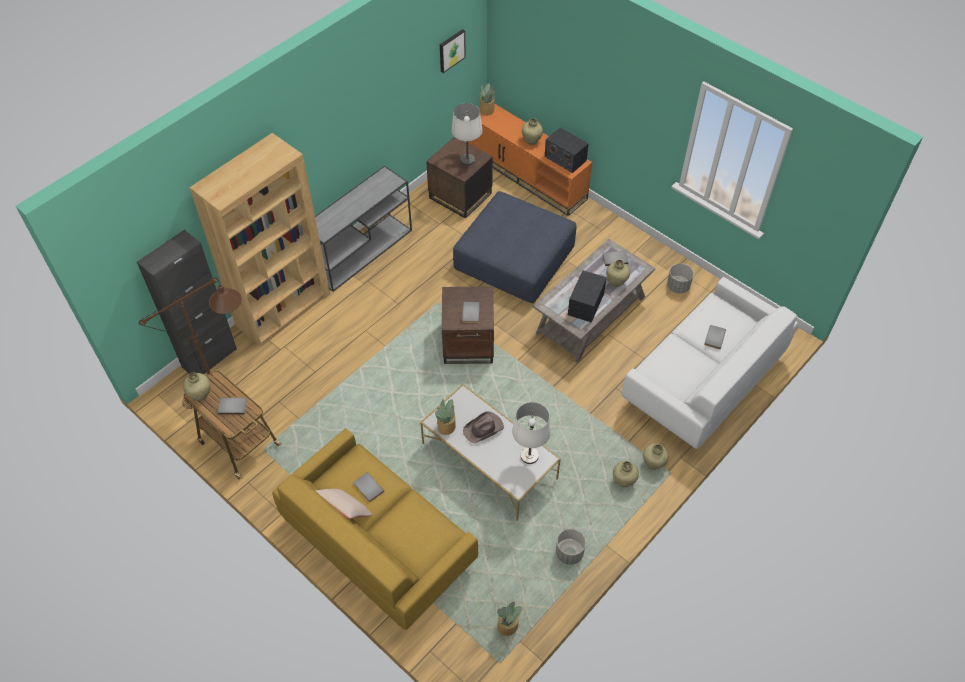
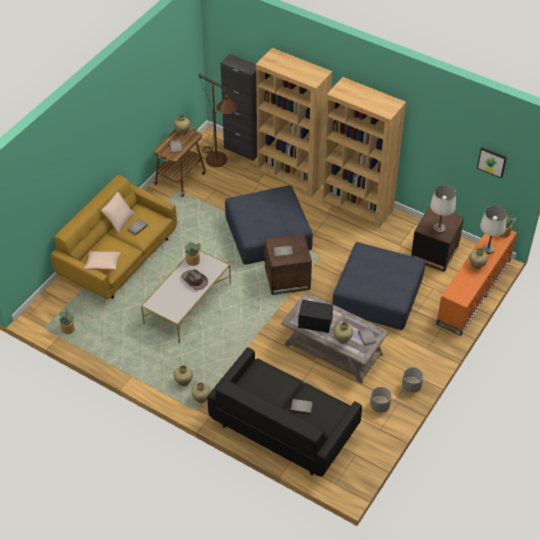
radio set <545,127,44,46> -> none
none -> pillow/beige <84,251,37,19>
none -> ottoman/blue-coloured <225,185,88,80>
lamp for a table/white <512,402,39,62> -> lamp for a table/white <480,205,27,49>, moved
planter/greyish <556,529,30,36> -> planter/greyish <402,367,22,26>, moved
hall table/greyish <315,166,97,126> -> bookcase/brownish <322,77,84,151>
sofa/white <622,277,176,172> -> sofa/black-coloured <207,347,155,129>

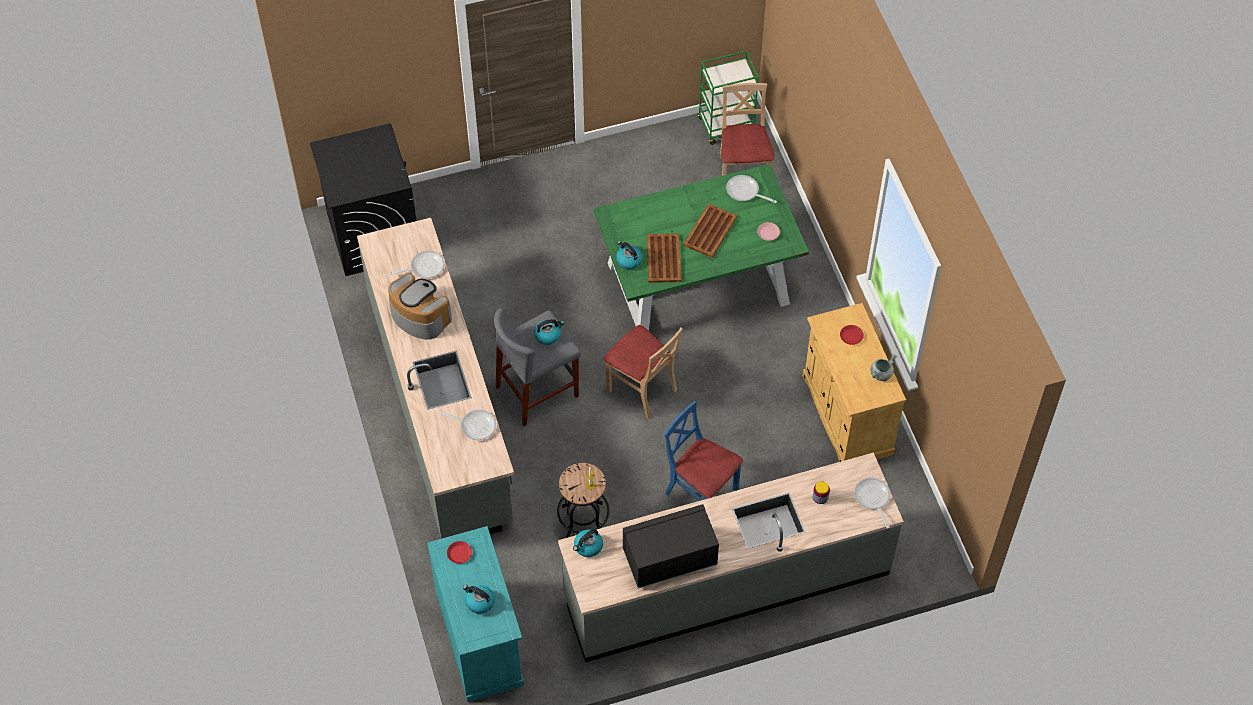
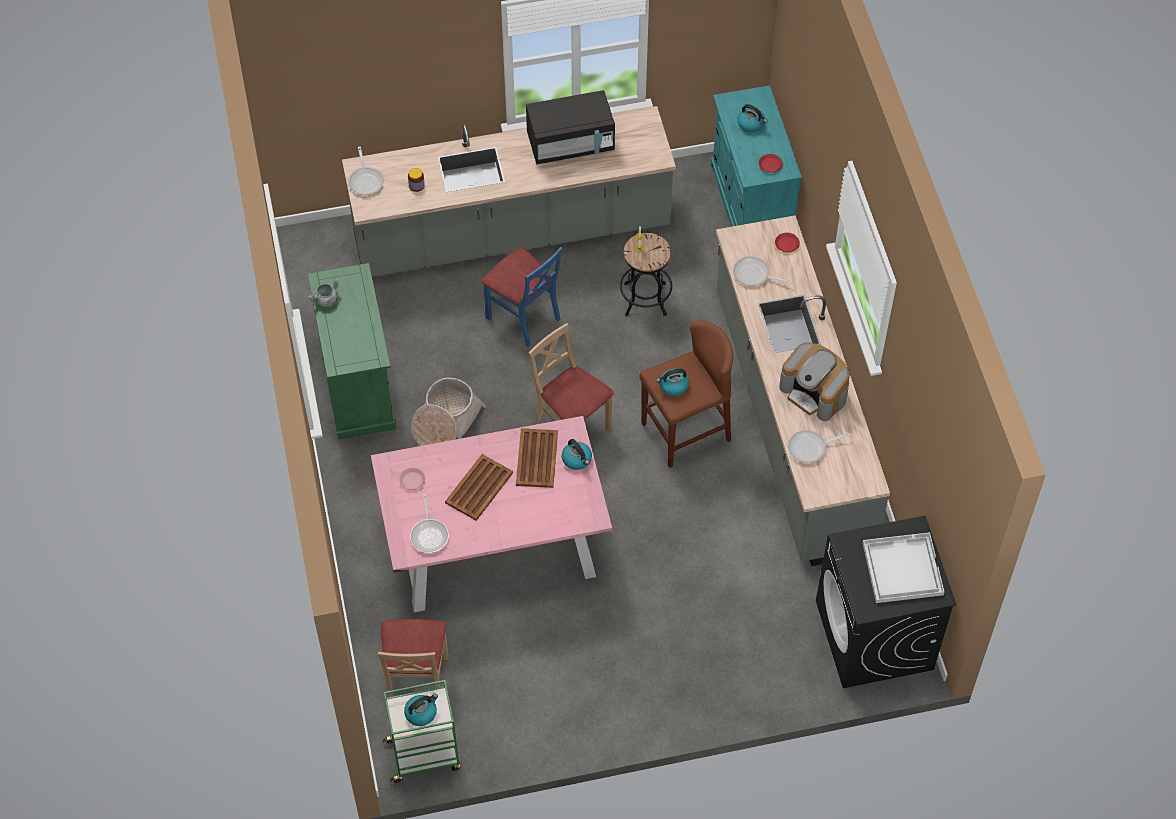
none -> storage basket <411,377,75,69>
none -> carrying tray/white <863,532,81,71>
tea kettle <573,529,30,28> -> tea kettle <404,693,34,33>, moved
flat dish/red <840,325,24,20> -> flat dish/red <775,233,25,20>, moved
stool/greyish <494,308,87,118> -> stool/brownish <639,320,94,148>
dinner table/green <593,164,216,167> -> dinner table/pink-coloured <371,416,241,196>
cupboard/beige <802,303,104,159> -> cupboard/green <308,263,88,177>
pan <726,175,51,28> -> pan <410,494,39,59>, 45 degrees clockwise

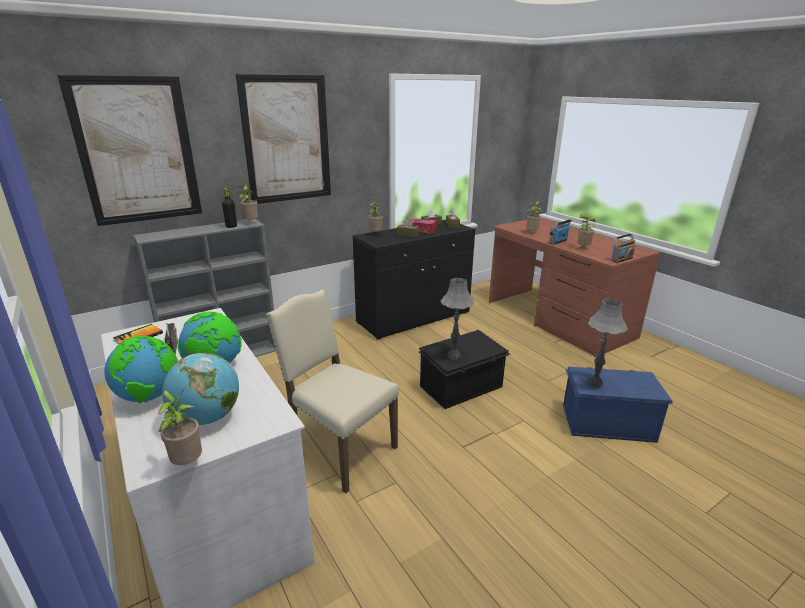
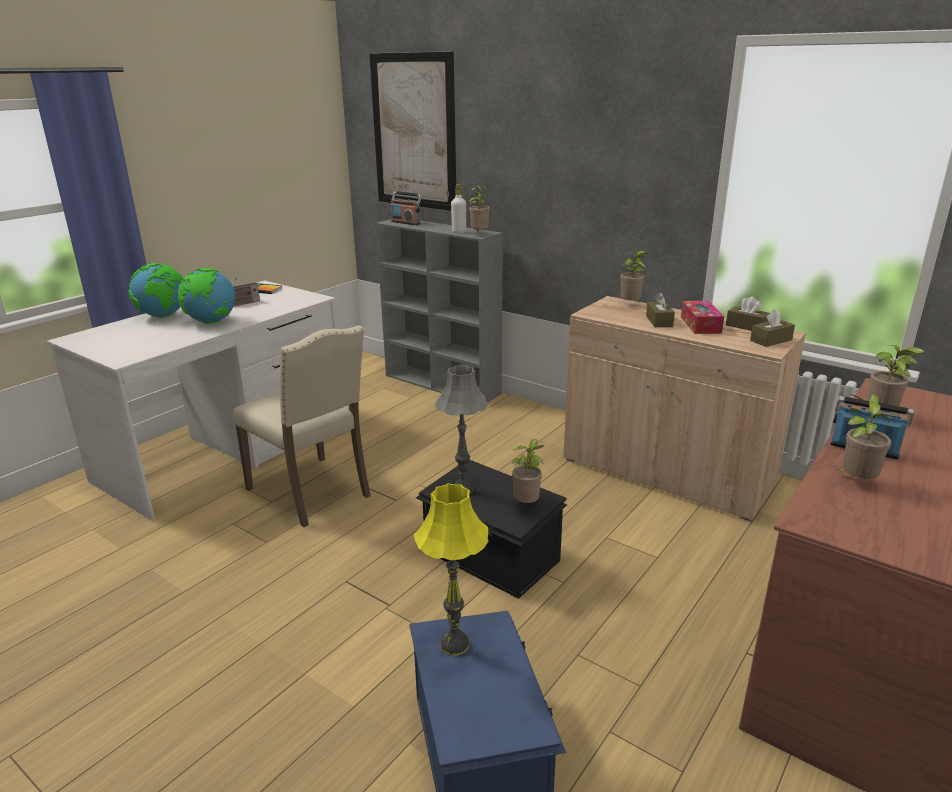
globe <162,353,77,72> -> none
wall picture <235,74,96,130> -> none
plant in a pot <158,389,44,76> -> plant in a pot <512,439,32,64>, moved
radio set <611,233,24,30> -> radio set <391,191,31,34>, moved
drink bottle/black-coloured <222,188,15,40> -> drink bottle/white <451,184,15,49>
cupboard/black-coloured <353,220,122,120> -> cupboard/beige <563,296,243,225>
lamp for a table/greyish <587,298,41,90> -> lamp for a table/yellow <414,483,74,172>
chair/beige <266,290,133,203> -> chair/beige <233,325,138,202>, 120 degrees clockwise

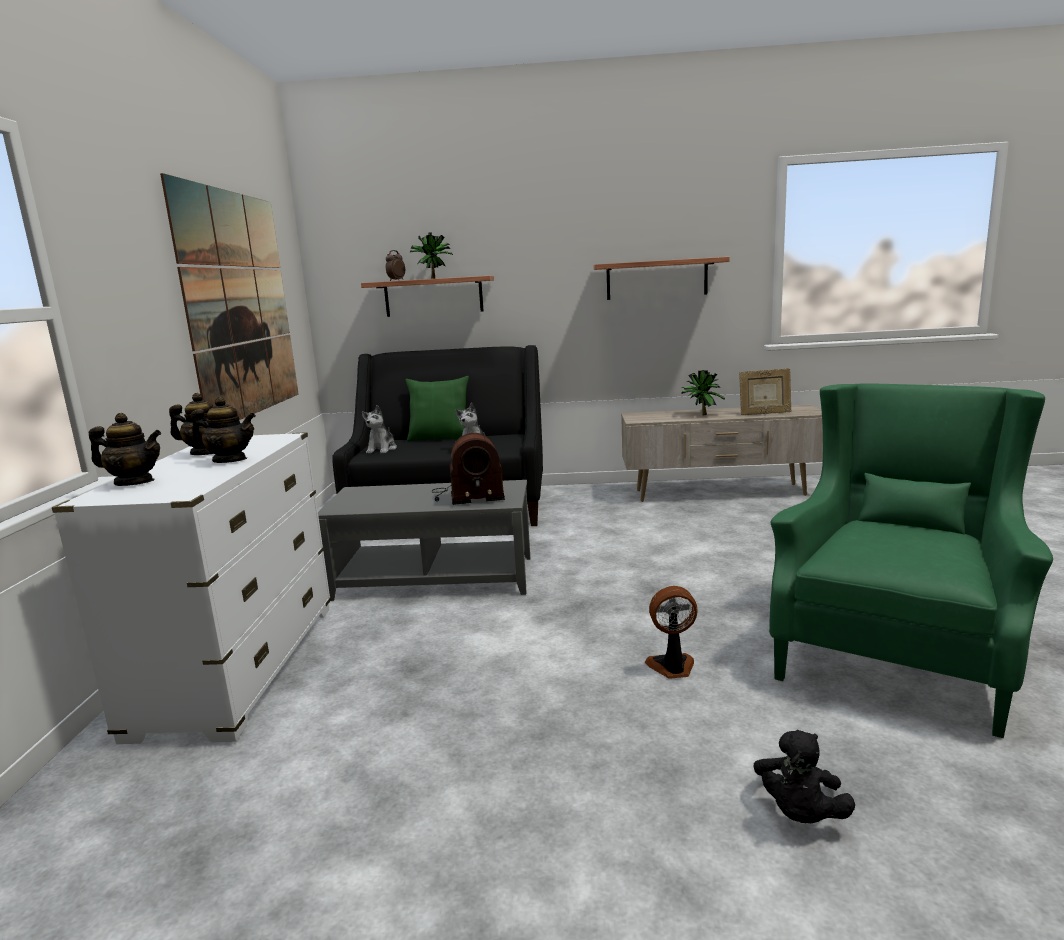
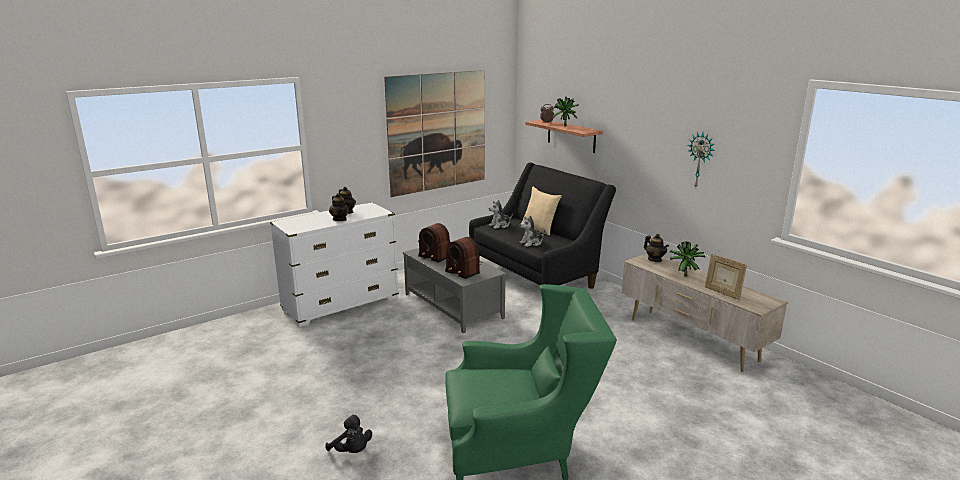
cooling fan <645,586,52,93> -> none
none -> radio set <418,223,32,40>
tea pot <89,413,72,73> -> tea pot <644,234,25,28>, moved
wall shelf <593,257,137,43> -> hanging clock <688,132,27,55>
pillow/green <406,376,63,66> -> pillow/beige <522,187,40,48>
plush toy/black-coloured <754,730,101,93> -> plush toy/black-coloured <325,415,47,38>, 120 degrees counterclockwise

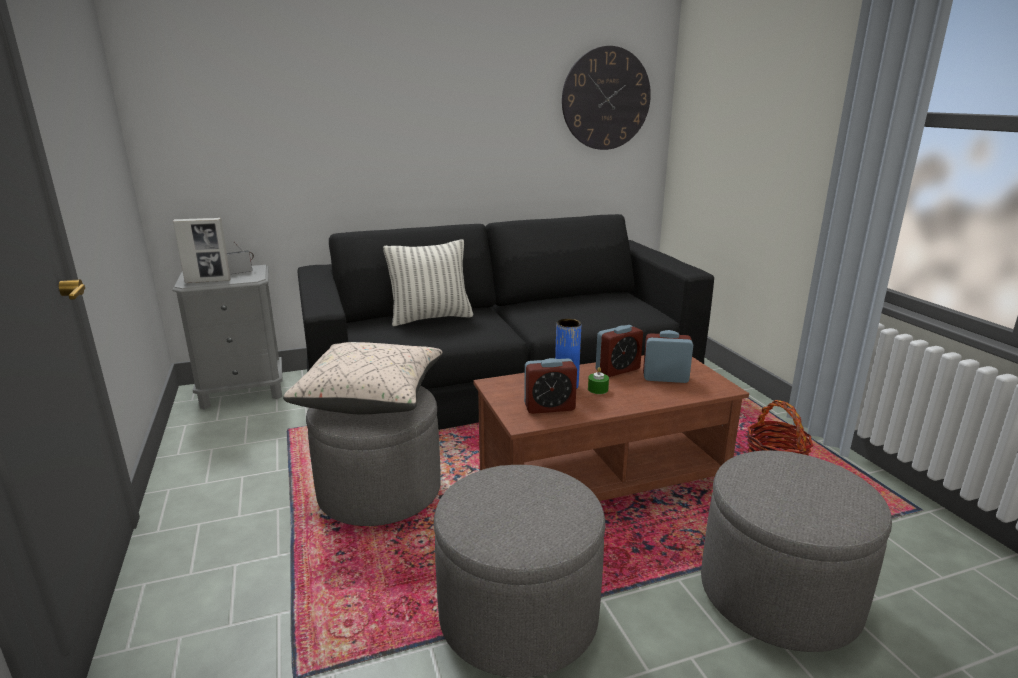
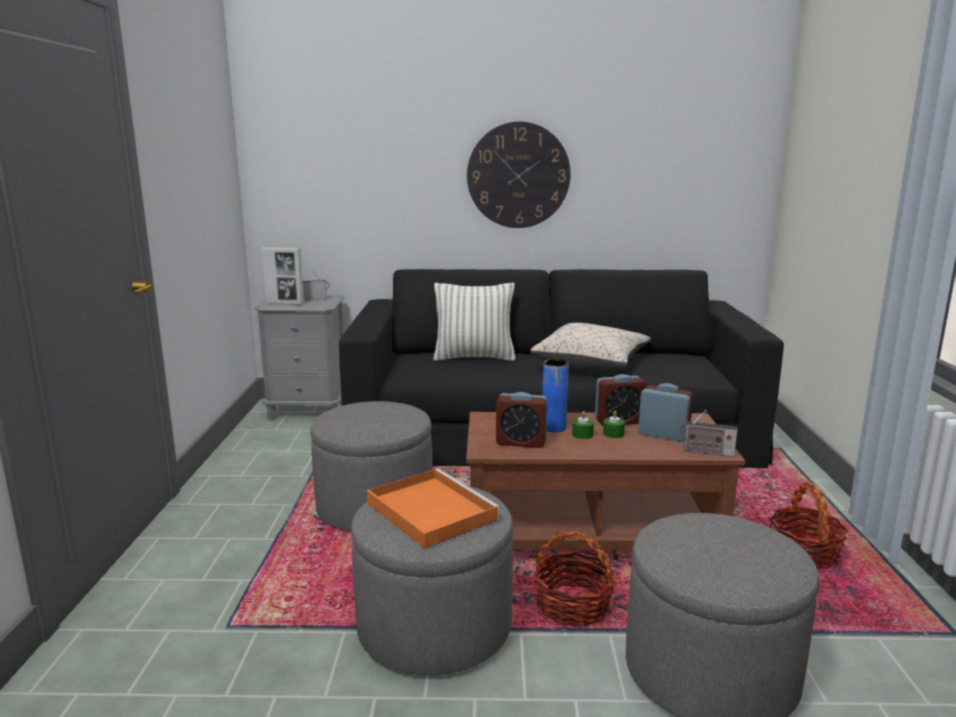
none -> carrying tray/orange <367,468,134,80>
none -> storage basket <534,530,82,97>
none -> candle/green <603,411,22,27>
none -> radio set <680,410,58,47>
pillow/beige <283,342,160,72> -> pillow/beige <530,323,121,48>, moved
hanging clock <562,46,89,104> -> hanging clock <467,122,104,106>, moved

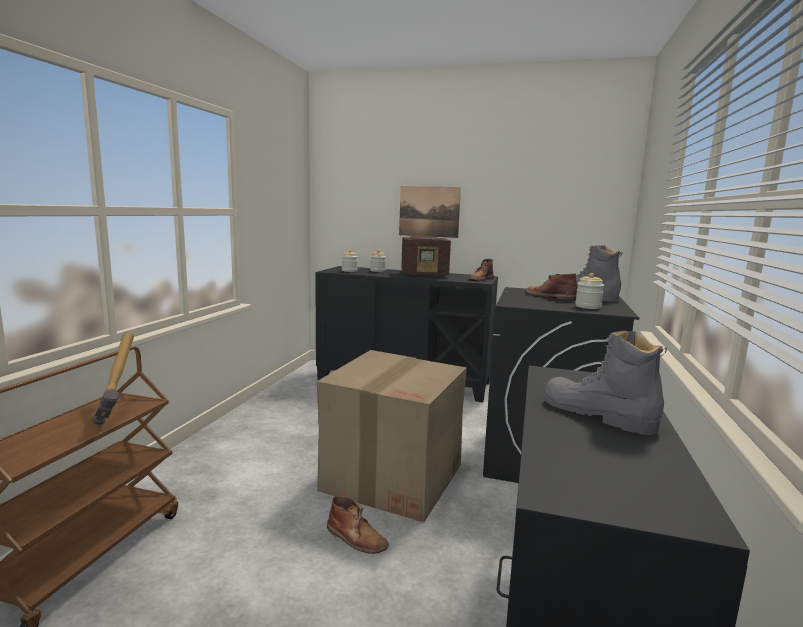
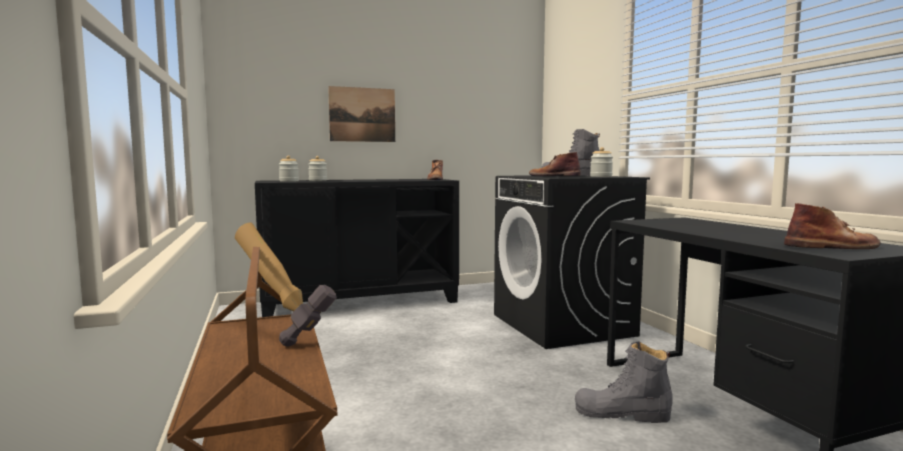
packing box <317,350,150,172> -> none
radio set <401,236,50,42> -> none
tall boot/brownish <327,496,62,58> -> tall boot/brownish <784,203,97,46>, moved
tall boot/greyish <545,331,122,104> -> tall boot/greyish <575,341,98,82>, moved

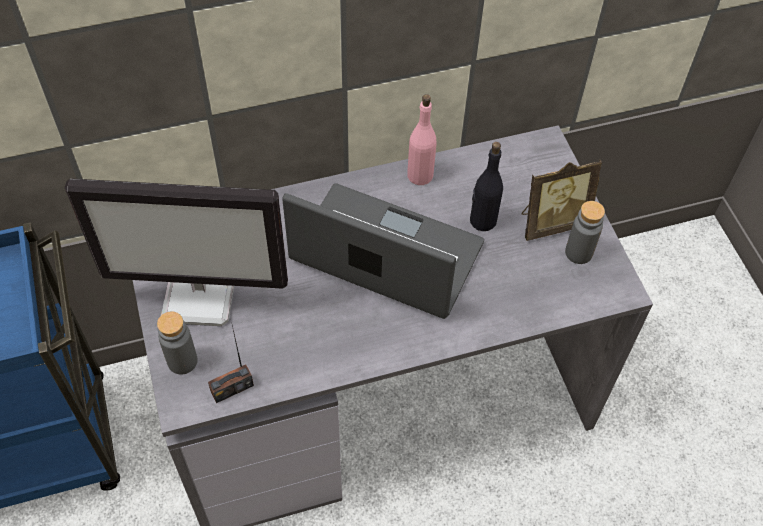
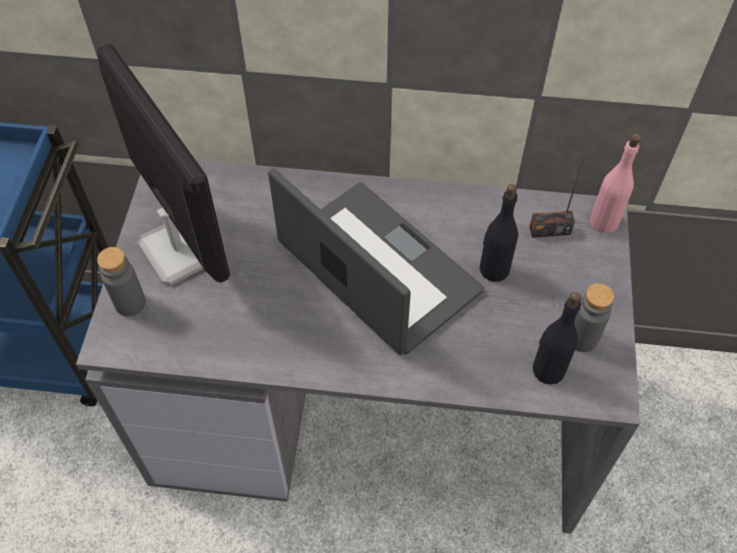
photo frame <522,159,80,82> -> none
none -> drink bottle/black-coloured <533,292,49,93>
radio set <208,325,46,78> -> radio set <530,154,55,84>, moved
drink bottle/pink-coloured <407,94,29,91> -> drink bottle/pink-coloured <590,134,51,99>, moved
computer screen <65,179,223,147> -> computer screen <97,43,133,242>, 150 degrees counterclockwise

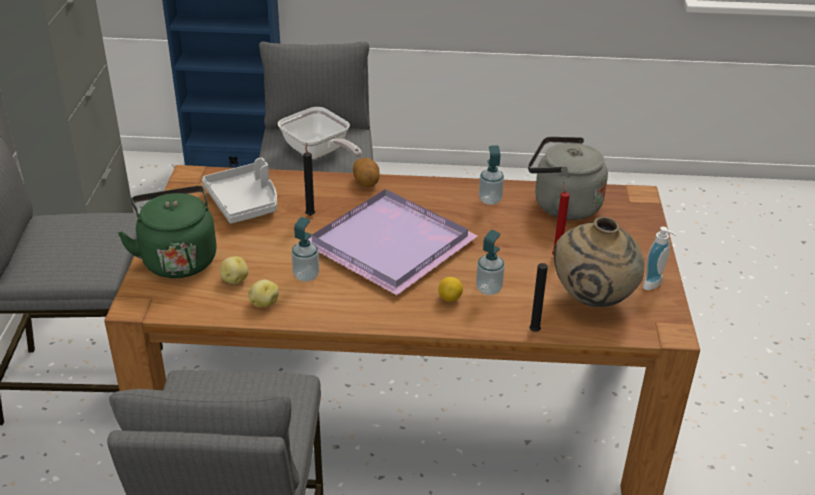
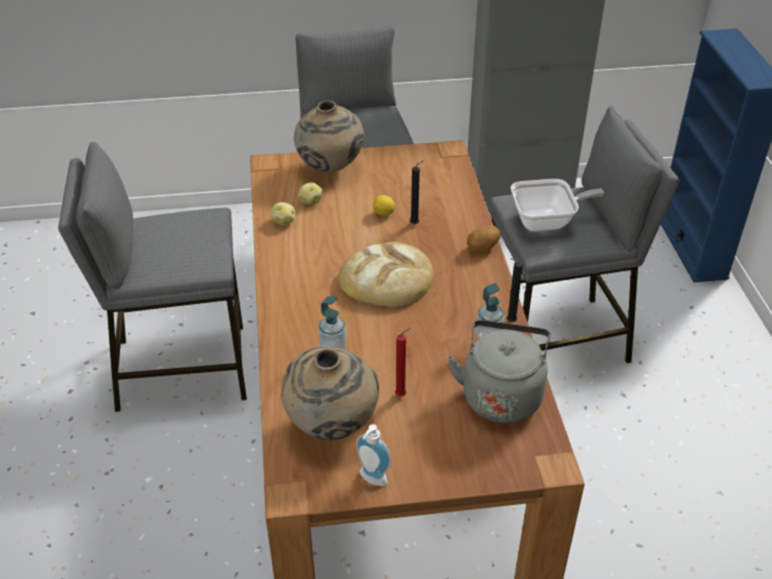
carrying tray/greyish <202,158,75,66> -> none
soap bottle <291,217,28,65> -> none
lemon <438,277,25,25> -> lemon <373,195,22,21>, moved
candle/black-coloured <529,263,19,69> -> candle/black-coloured <507,258,16,64>, moved
tea kettle/green <118,186,99,92> -> flower vase/beige <294,100,70,73>
carrying tray/purplish <308,189,170,106> -> bakery bread <338,242,96,65>
pan <278,107,84,52> -> pan <511,179,93,52>, 135 degrees counterclockwise

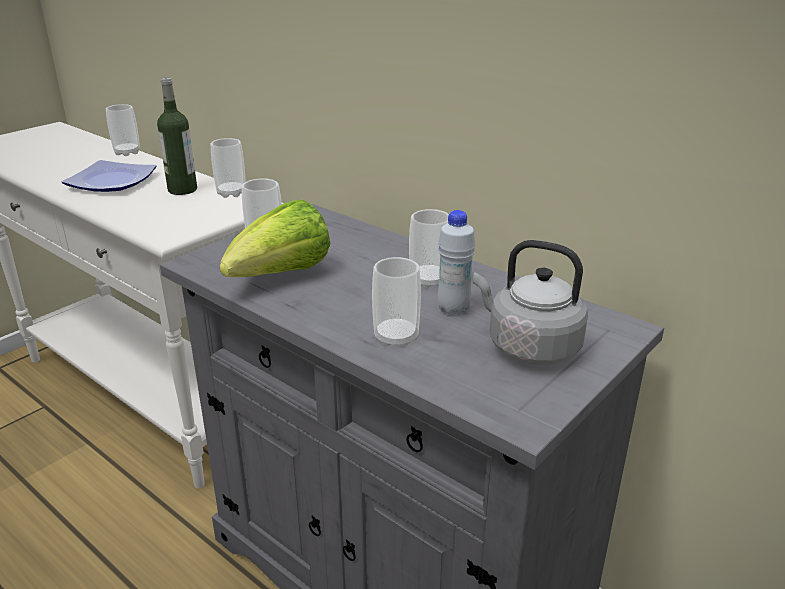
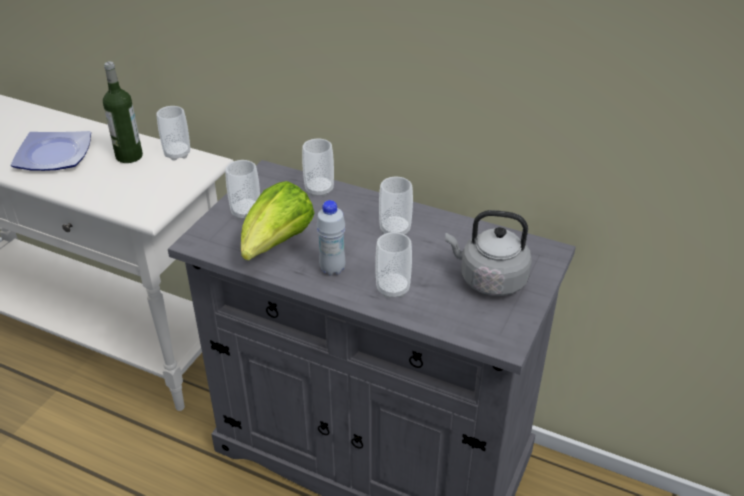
cup <106,104,34,52> -> cup <302,138,32,59>, moved
drink bottle/white <438,210,37,105> -> drink bottle/white <316,200,29,76>, moved

